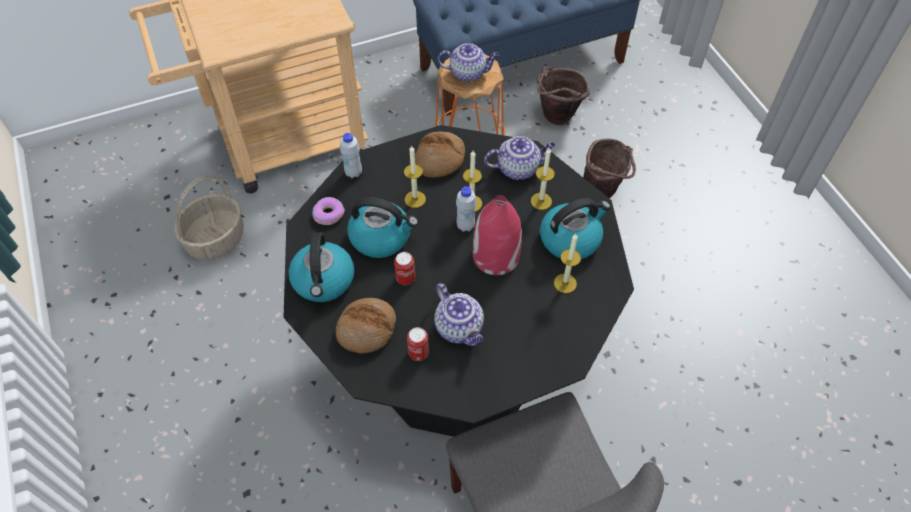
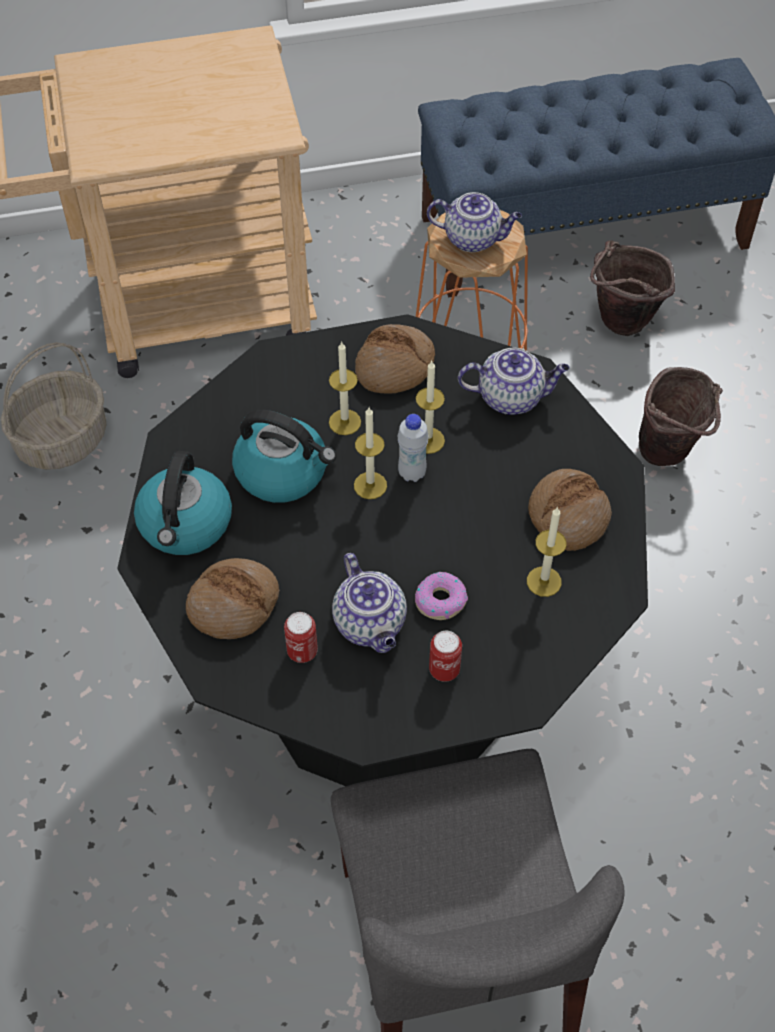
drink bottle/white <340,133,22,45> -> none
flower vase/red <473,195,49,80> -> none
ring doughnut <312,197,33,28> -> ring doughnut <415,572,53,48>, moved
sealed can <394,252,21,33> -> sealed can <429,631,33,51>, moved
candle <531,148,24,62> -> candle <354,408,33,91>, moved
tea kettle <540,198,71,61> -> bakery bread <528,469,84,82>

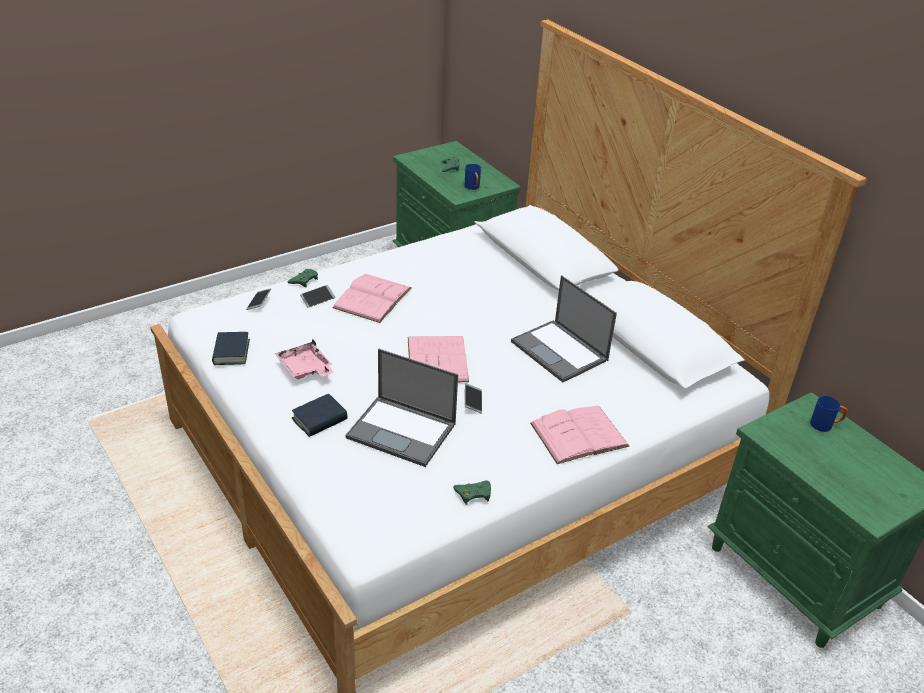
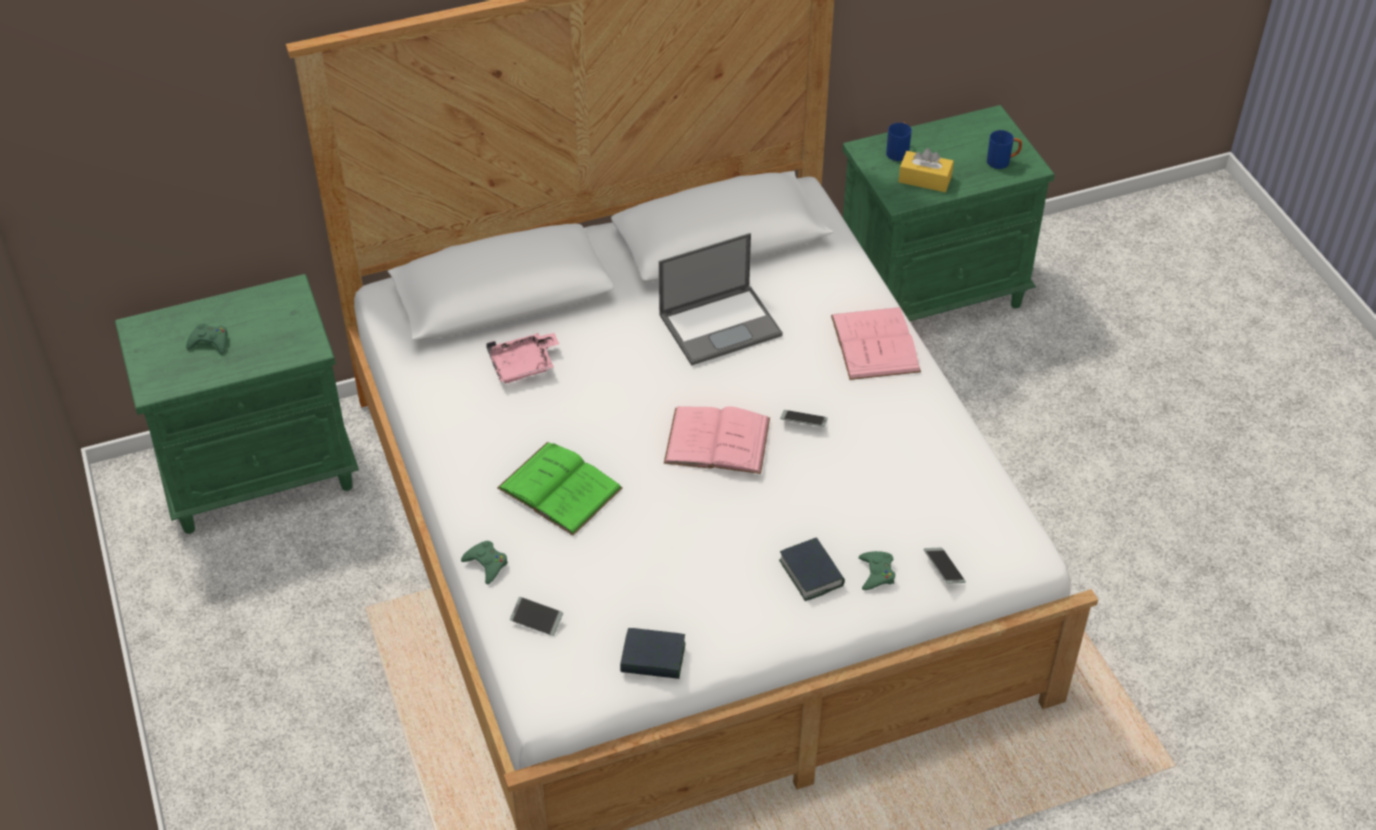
laptop <346,348,112,119> -> none
none -> tissue holder/yellow <899,148,55,44>
carrying tray/pink-coloured <275,339,59,40> -> carrying tray/pink-coloured <486,333,73,51>, moved
handset <300,285,35,23> -> handset <924,547,42,37>, moved
joypad/green <453,480,38,25> -> joypad/green <859,551,36,39>, moved
tea mug/blue-coloured <465,164,16,26> -> tea mug/blue-coloured <987,130,35,39>, moved
bound book/pink-coloured <332,274,80,49> -> bound book/green <497,442,126,94>

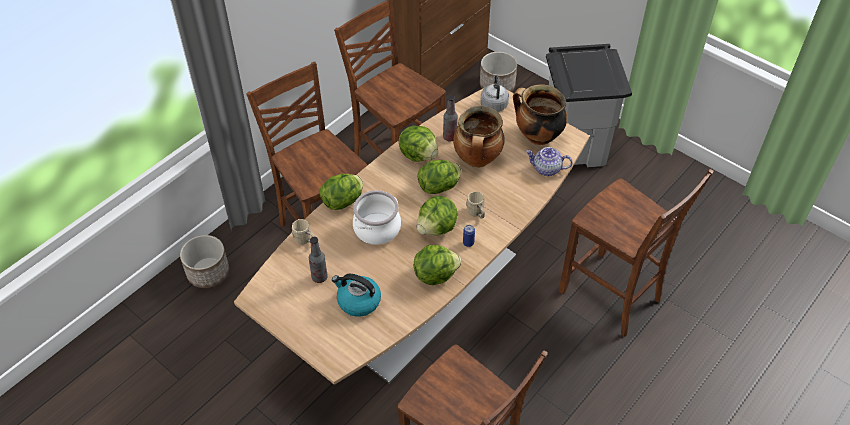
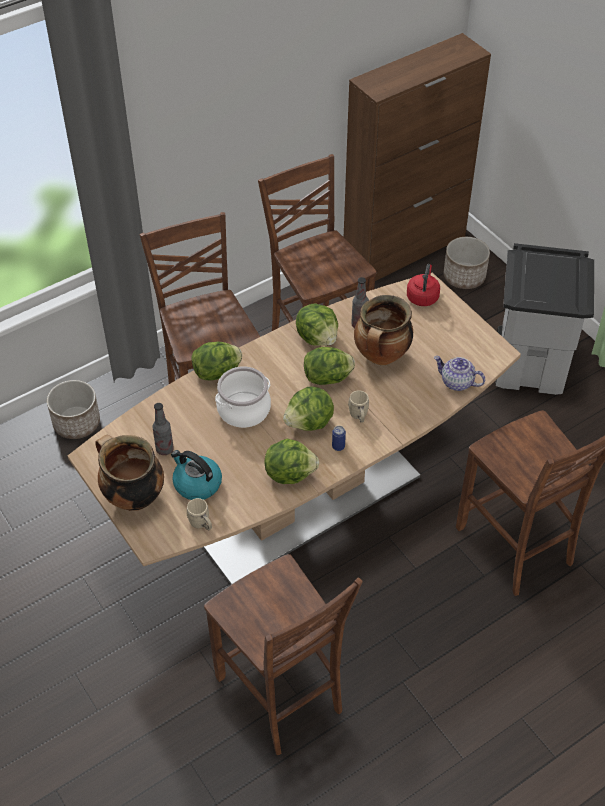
tea mug/beige <292,219,23,26> -> tea mug/beige <186,498,26,33>, moved
cooking pot <513,84,54,61> -> cooking pot <96,435,68,76>, moved
tea kettle/greyish <480,75,29,37> -> tea kettle/red <407,264,33,42>

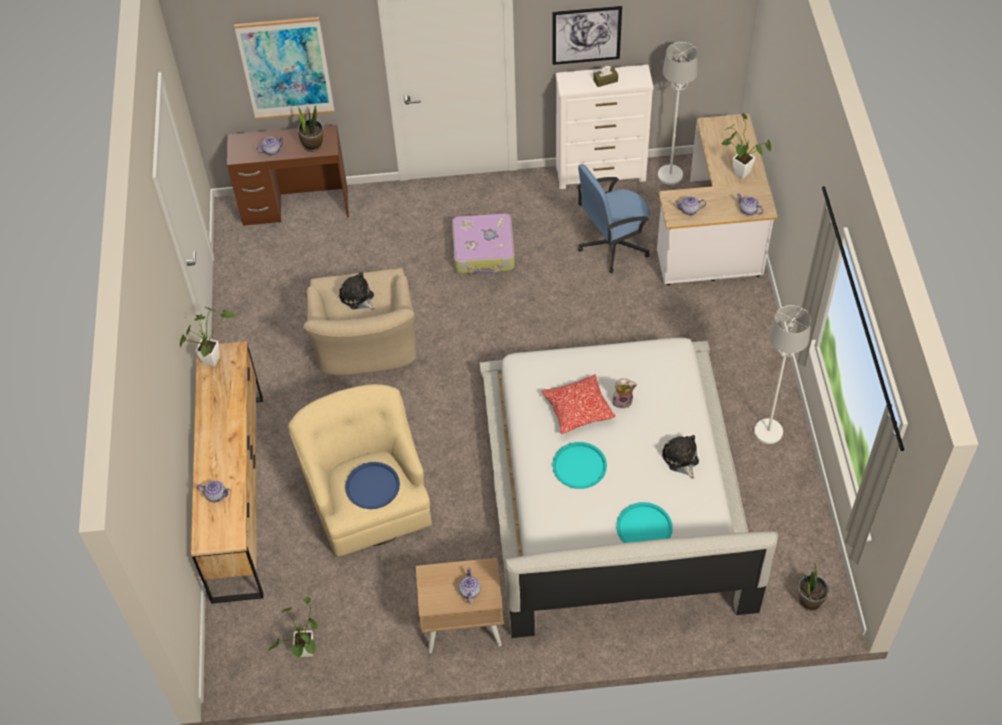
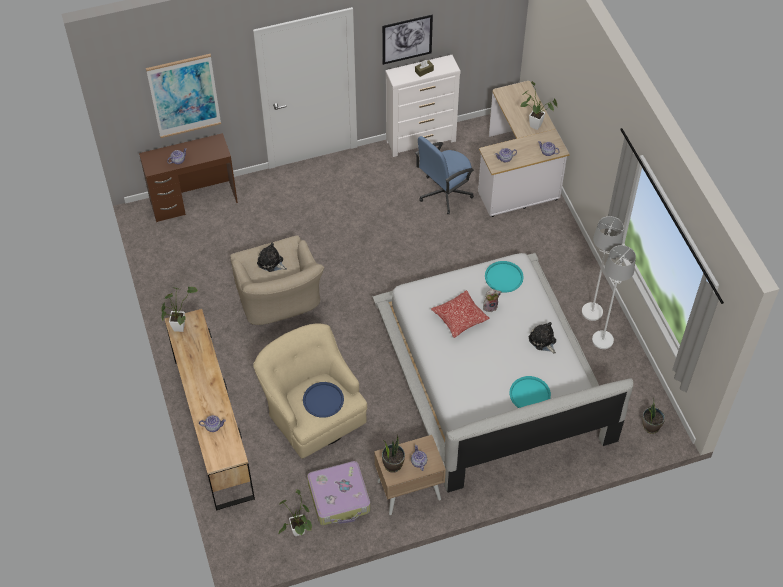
plant in a pot <297,105,26,47> -> plant in a pot <382,435,23,38>, moved
suitcase <452,213,63,61> -> suitcase <307,461,64,64>, moved
carrying tray/turquoise <552,442,55,47> -> carrying tray/turquoise <485,261,39,32>, moved
standing lamp/white <658,42,40,143> -> standing lamp/white <592,245,44,104>, moved

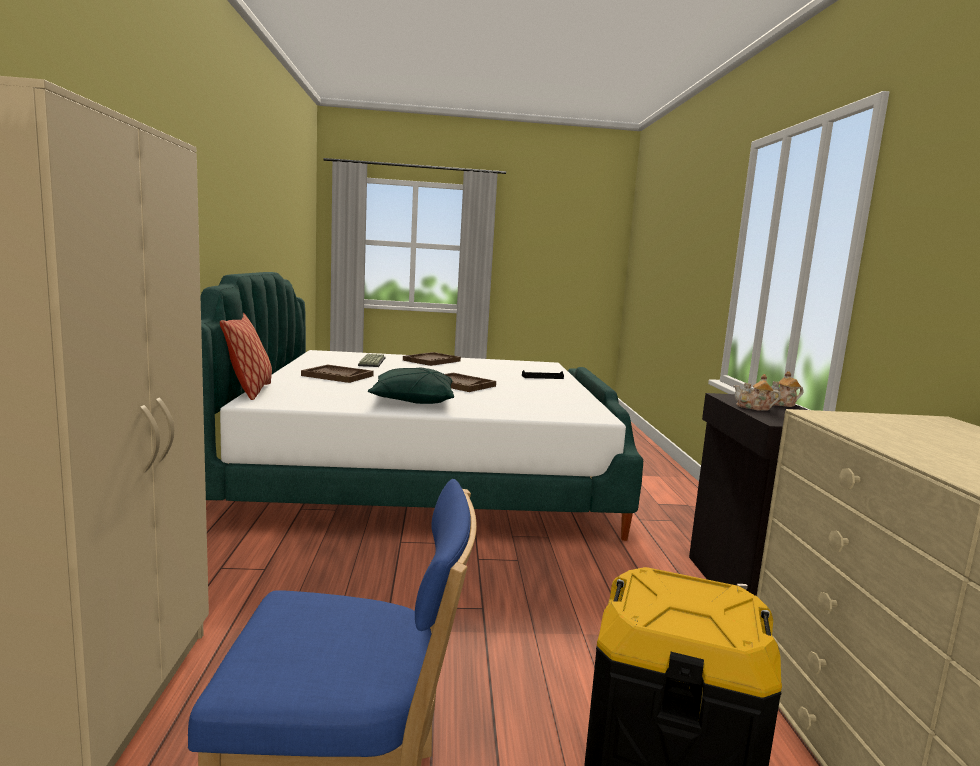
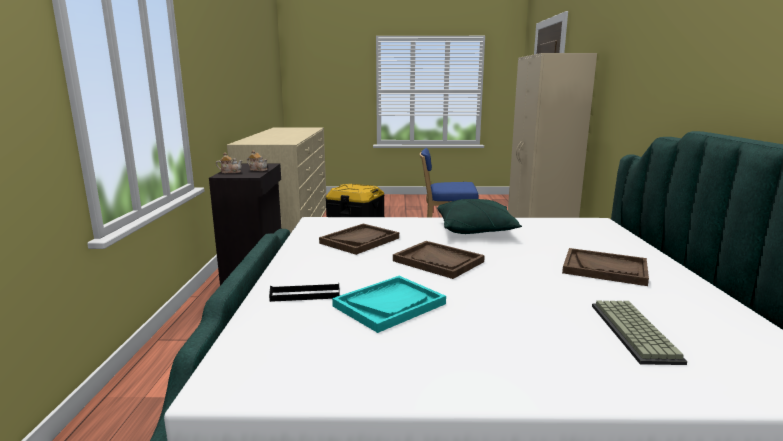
pillow <220,313,52,87> -> none
none -> carrying tray/turquoise <332,276,114,57>
carrying tray/brownish <403,352,58,14> -> carrying tray/brownish <319,224,80,31>, moved

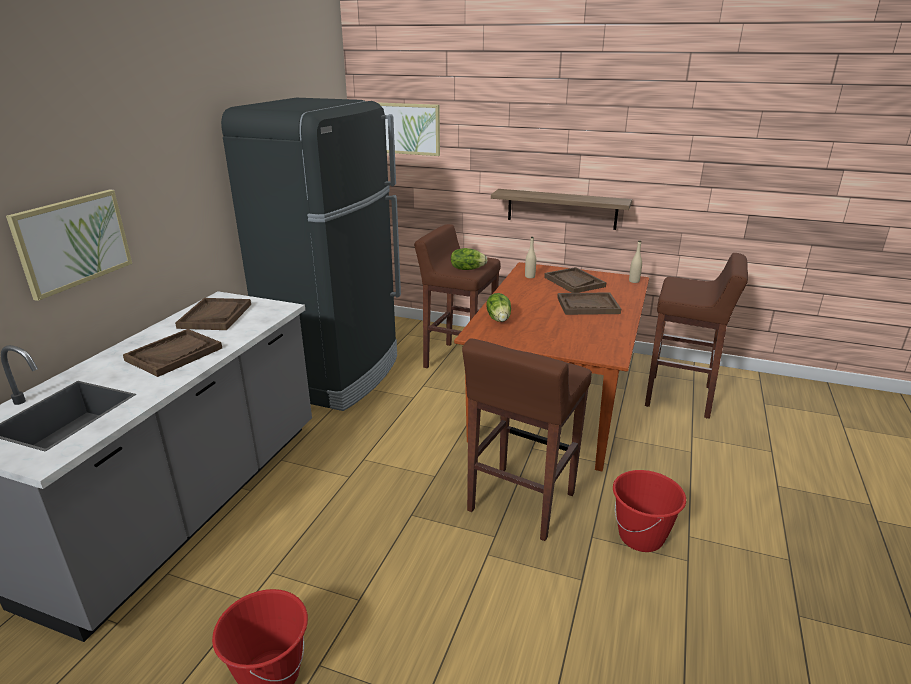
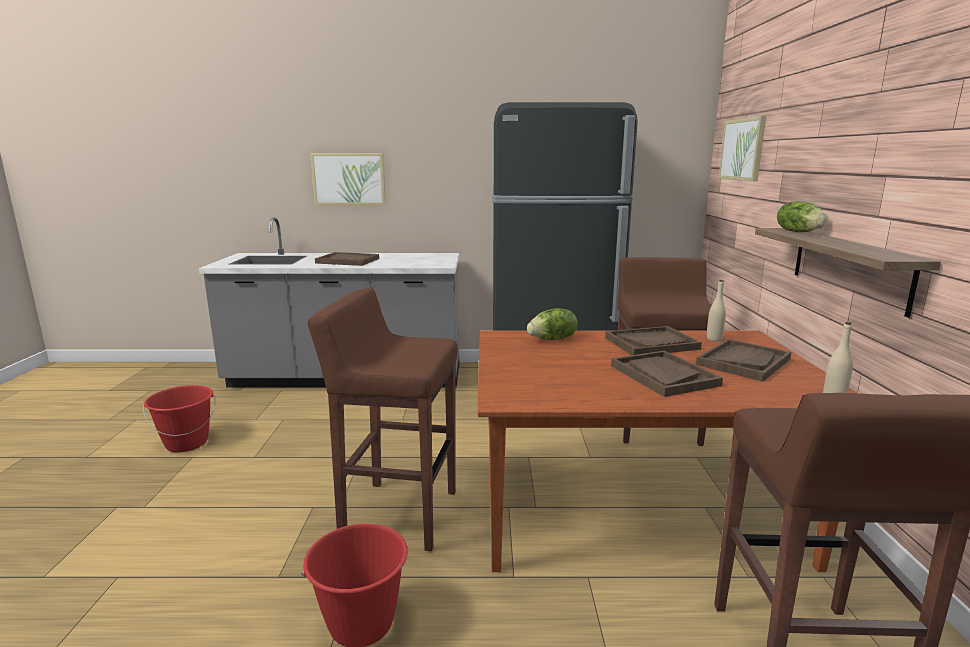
carrying tray/brownish <175,298,76,32> -> carrying tray/brownish <605,326,97,29>, moved
lettuce <451,248,37,22> -> lettuce <777,201,50,31>, moved

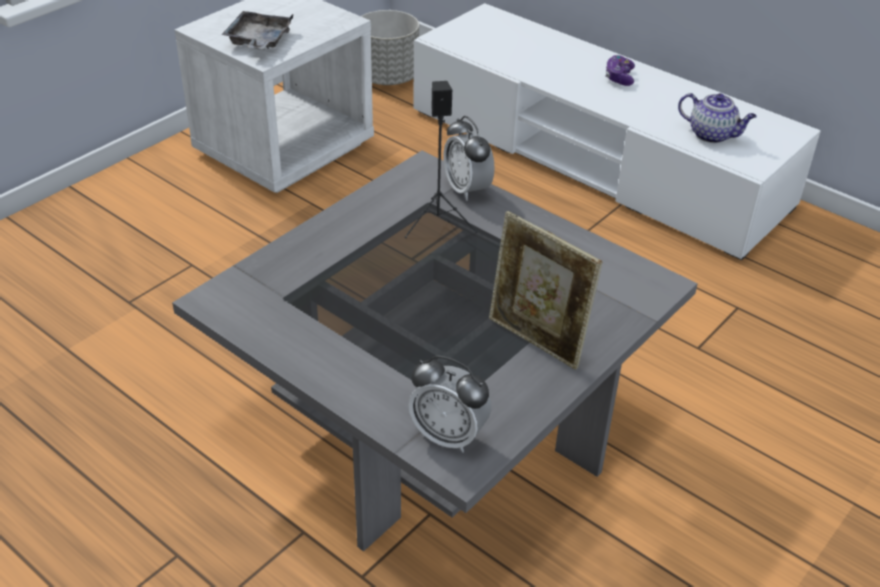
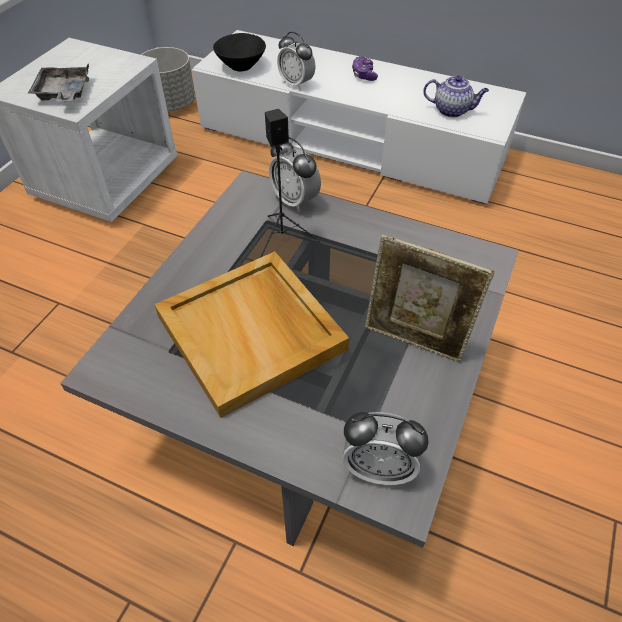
none -> carrying tray/beige <154,251,195,167>
none -> deep dish/black-coloured <213,33,53,38>
none -> alarm clock <277,32,38,58>

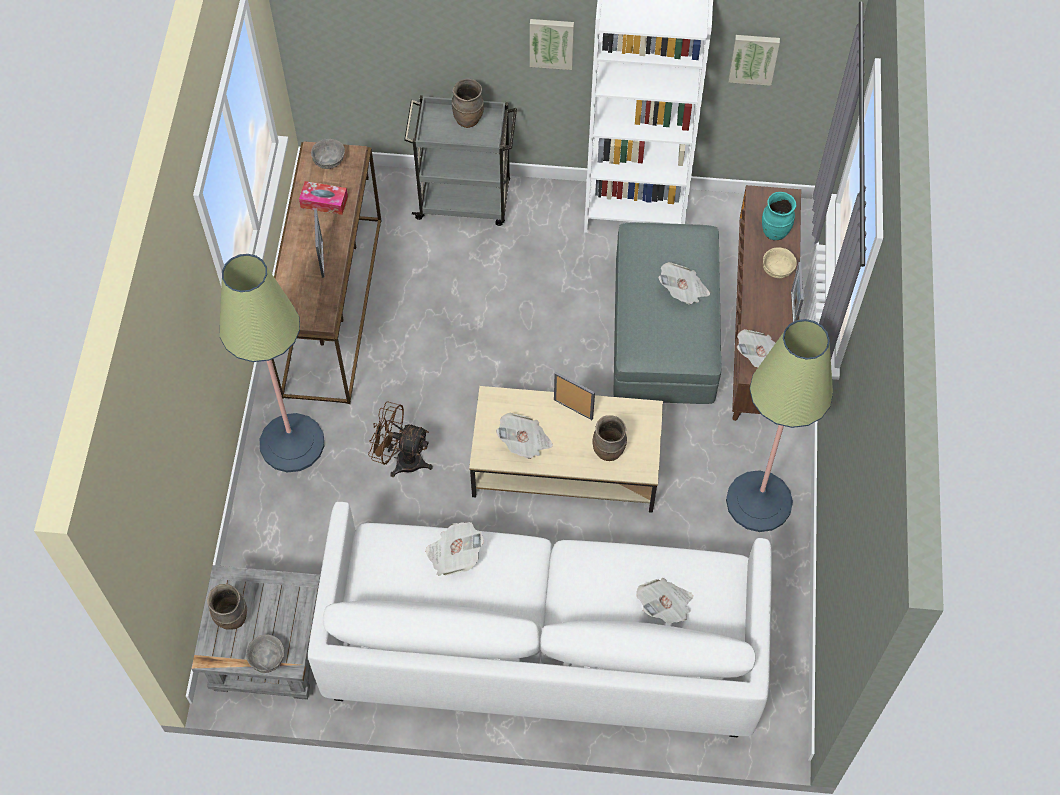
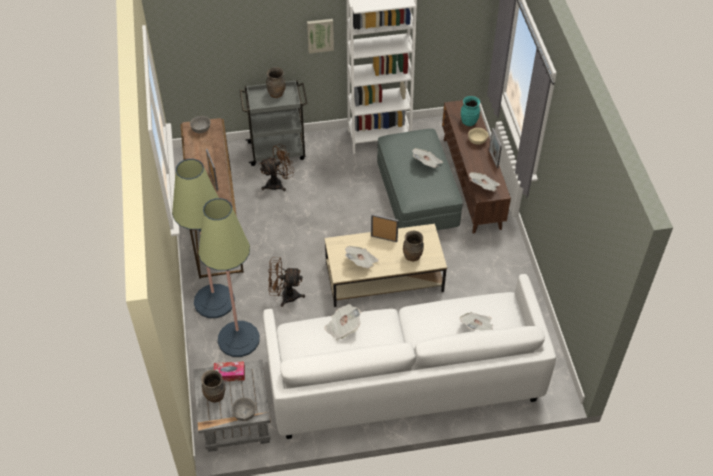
wall picture <729,35,51,51> -> none
none -> cooling fan/brownish <259,144,36,47>
tissue holder <299,181,49,34> -> tissue holder <214,361,31,20>, moved
standing lamp <726,319,107,213> -> standing lamp <198,198,62,159>, moved

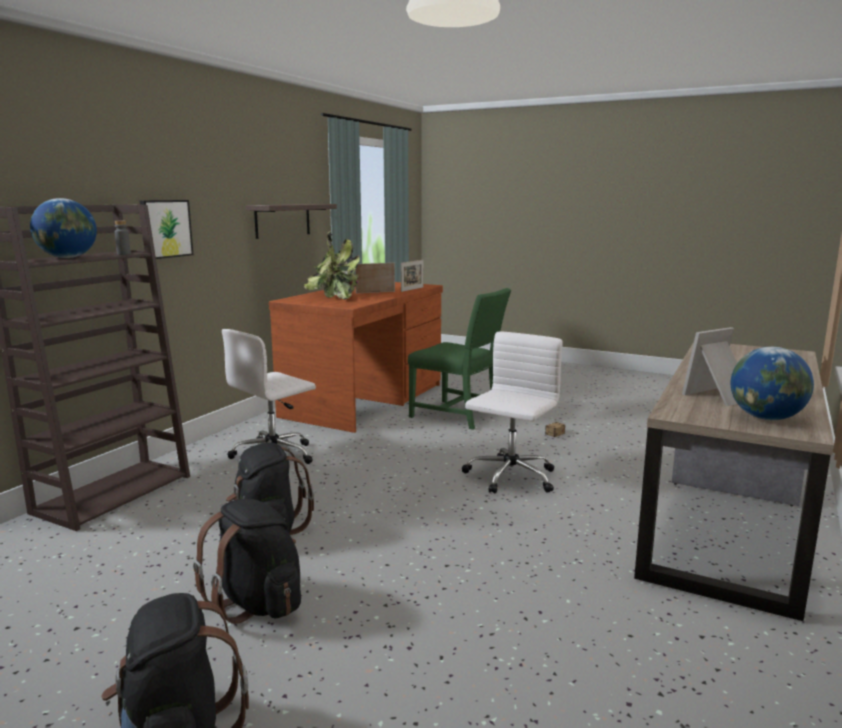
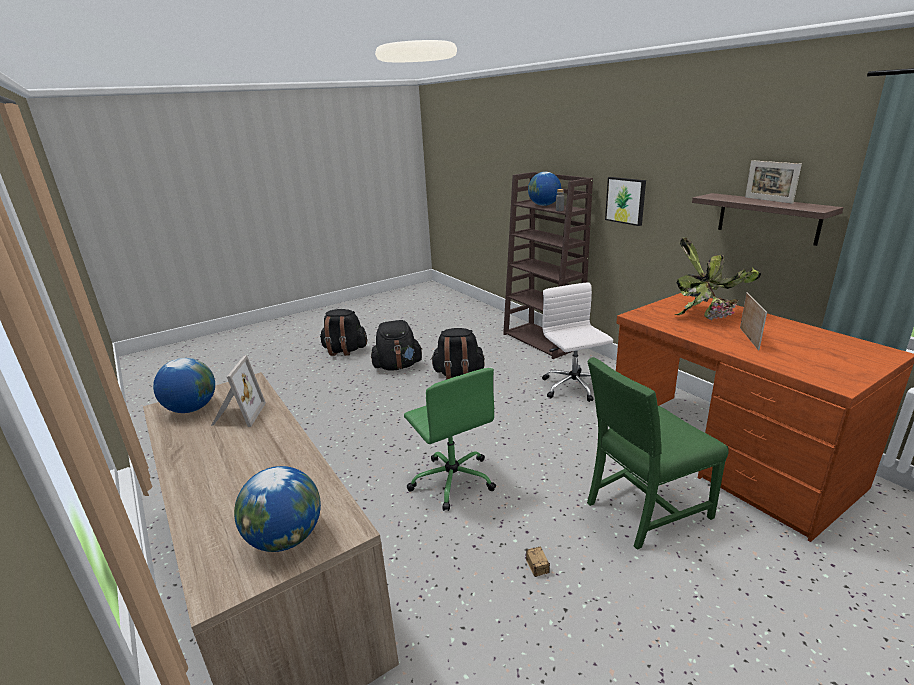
none -> globe <234,466,87,86>
photo frame <401,260,23,32> -> photo frame <745,160,57,44>, moved
office chair/white <462,331,101,163> -> office chair/green <404,368,92,143>

